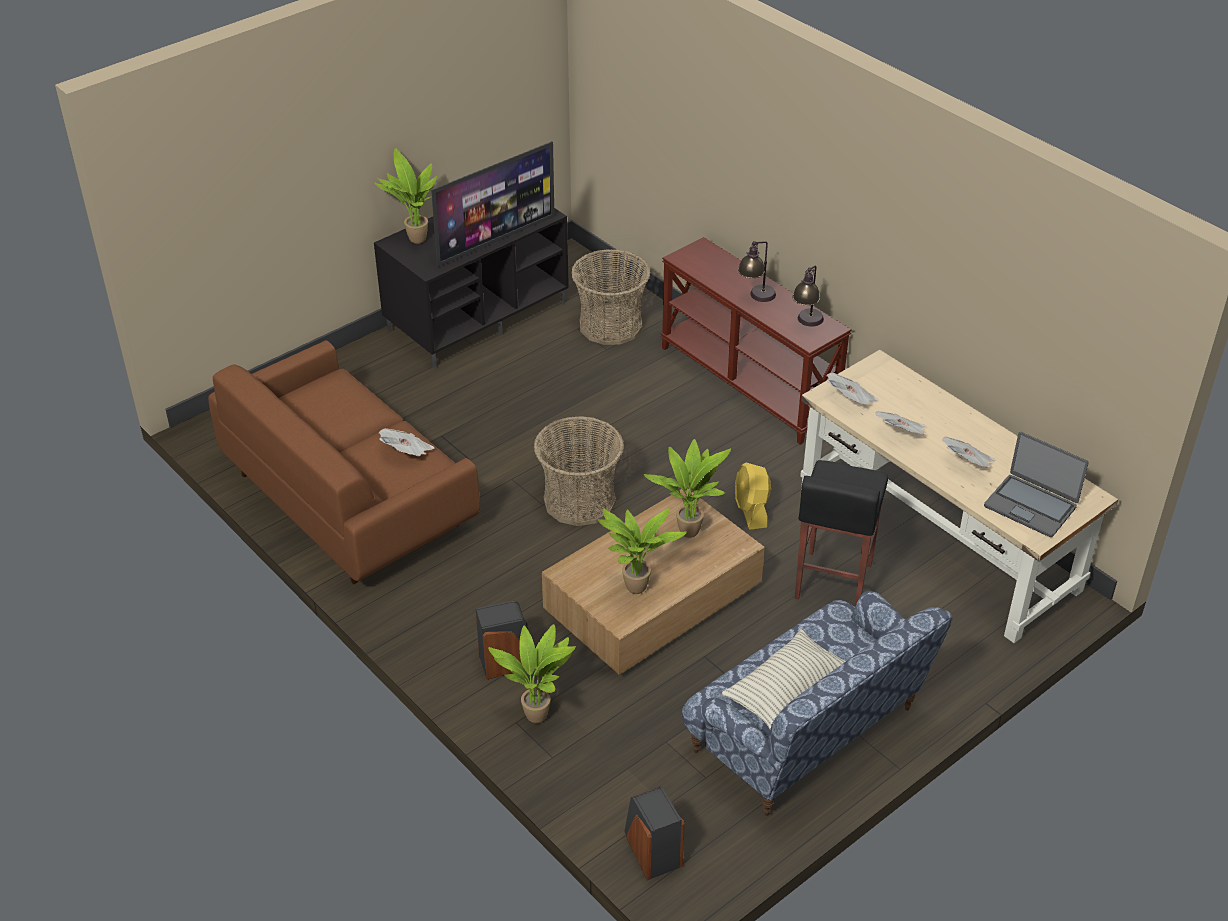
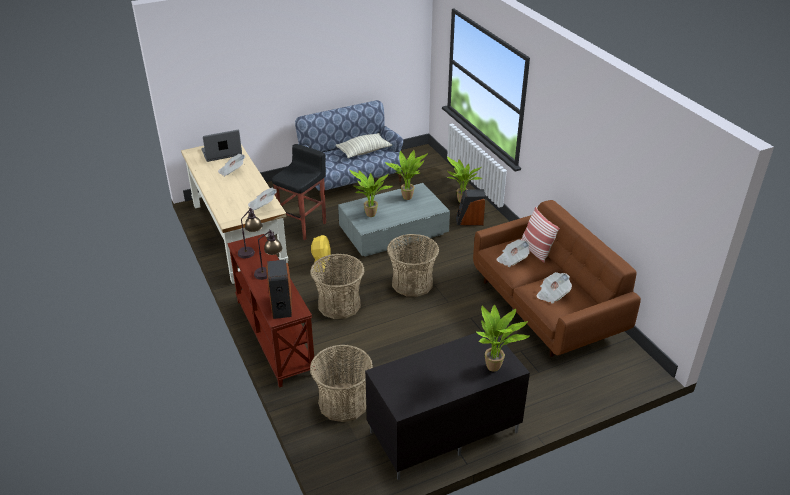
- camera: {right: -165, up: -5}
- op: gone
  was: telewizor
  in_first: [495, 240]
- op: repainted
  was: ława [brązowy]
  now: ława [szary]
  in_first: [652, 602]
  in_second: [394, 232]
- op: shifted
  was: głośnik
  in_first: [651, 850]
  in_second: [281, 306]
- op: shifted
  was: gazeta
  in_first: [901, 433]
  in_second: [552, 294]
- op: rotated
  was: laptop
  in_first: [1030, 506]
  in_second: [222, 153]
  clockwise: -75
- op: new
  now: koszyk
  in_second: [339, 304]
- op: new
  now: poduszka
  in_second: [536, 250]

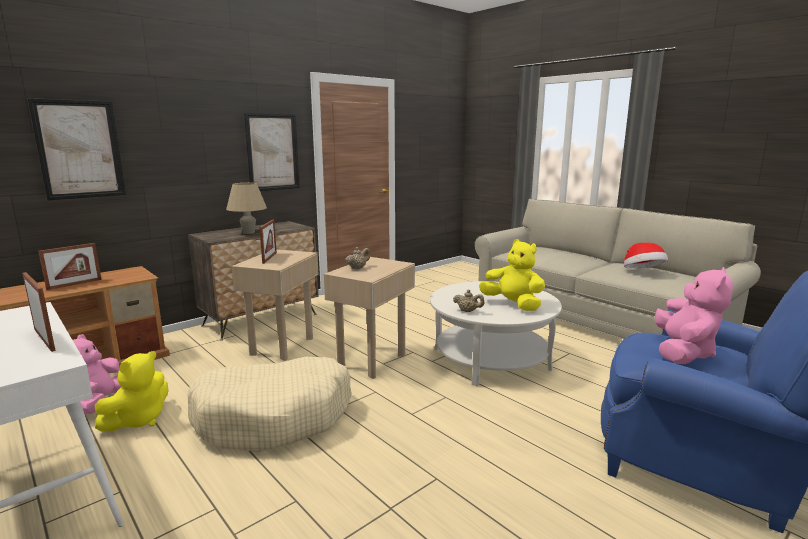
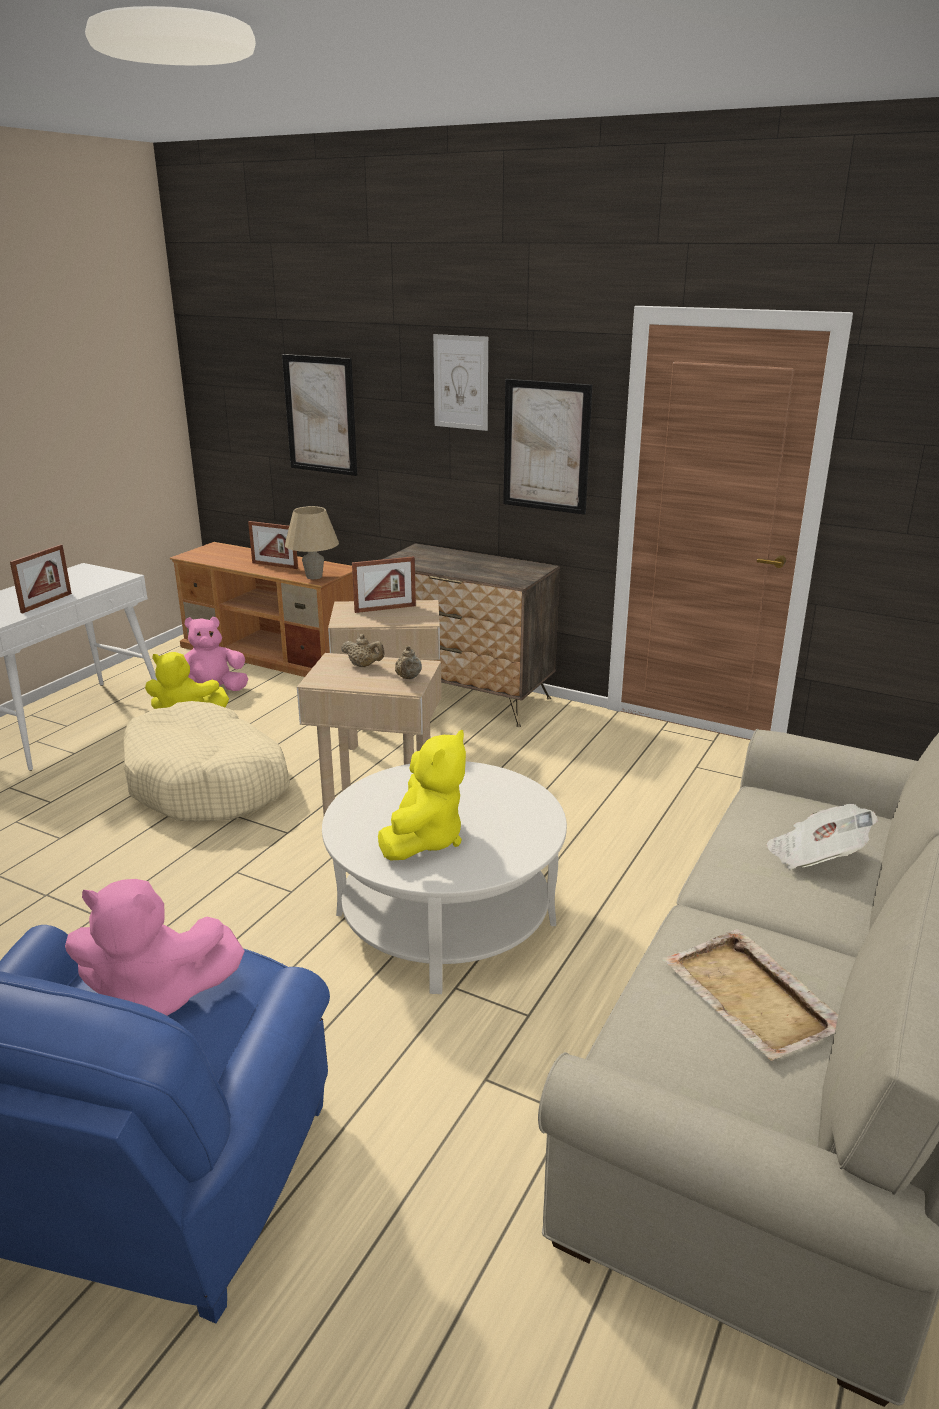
- camera: {right: 70, up: 10}
- op: shifted
  was: lampa stołowa [beżowy]
  in_first: [249, 232]
  in_second: [314, 576]
- op: shifted
  was: imbryk [beżowy]
  in_first: [468, 311]
  in_second: [408, 678]
- op: swapped
  was: kapelusz
  now: taca [beżowy]
  in_first: [642, 272]
  in_second: [752, 998]
- op: new
  now: obraz
  in_second: [461, 382]
- op: new
  now: gazeta
  in_second: [815, 857]

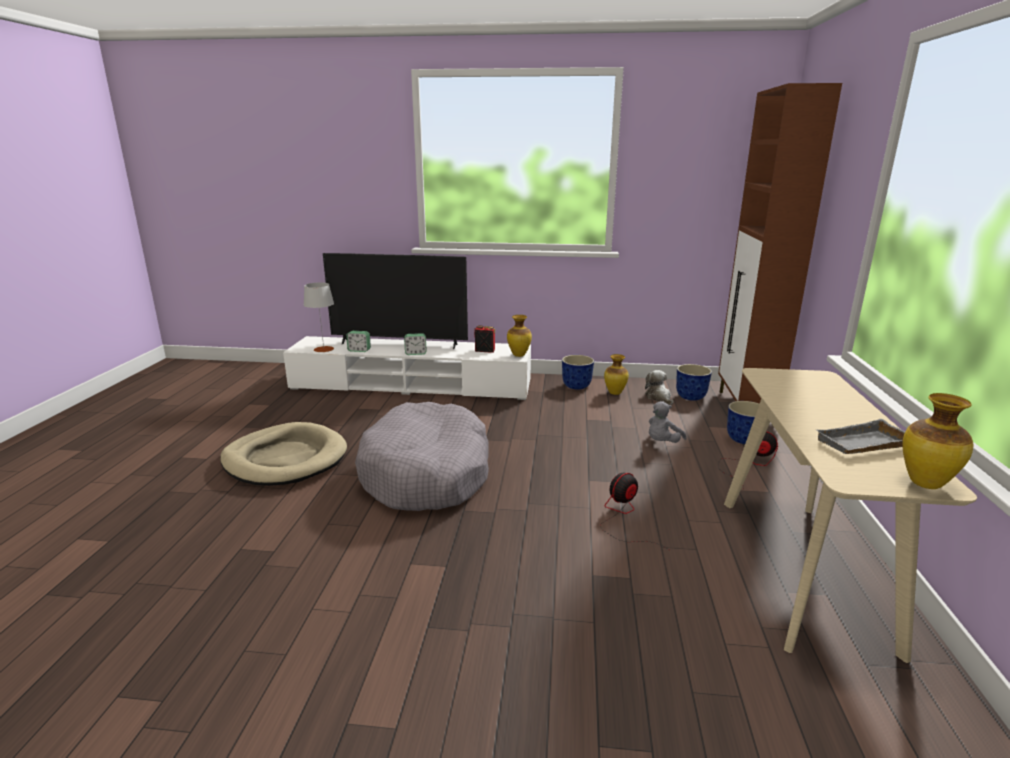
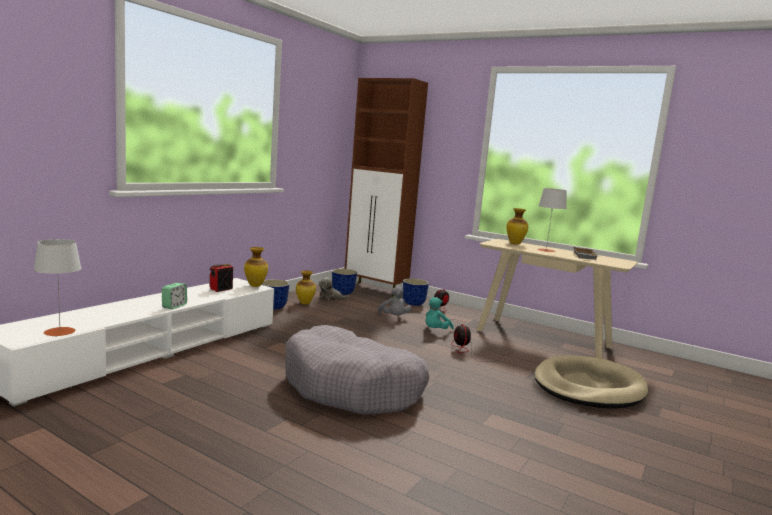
- camera: {right: -65, up: -10}
- op: shifted
  was: legowisko [beżowy]
  in_first: [285, 459]
  in_second: [588, 387]
- op: gone
  was: telewizor
  in_first: [399, 344]
- op: gone
  was: budzik
  in_first: [359, 350]
- op: shifted
  was: wazon
  in_first: [926, 484]
  in_second: [515, 243]
- op: new
  now: pluszak [turkusowy]
  in_second: [435, 331]
- op: new
  now: lampa stołowa [szary]
  in_second: [546, 250]

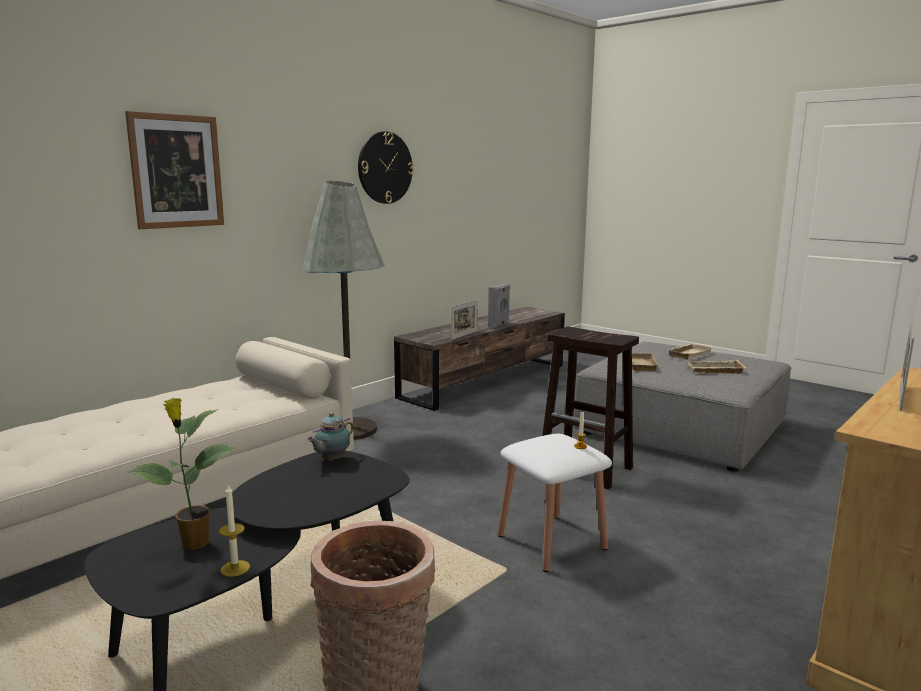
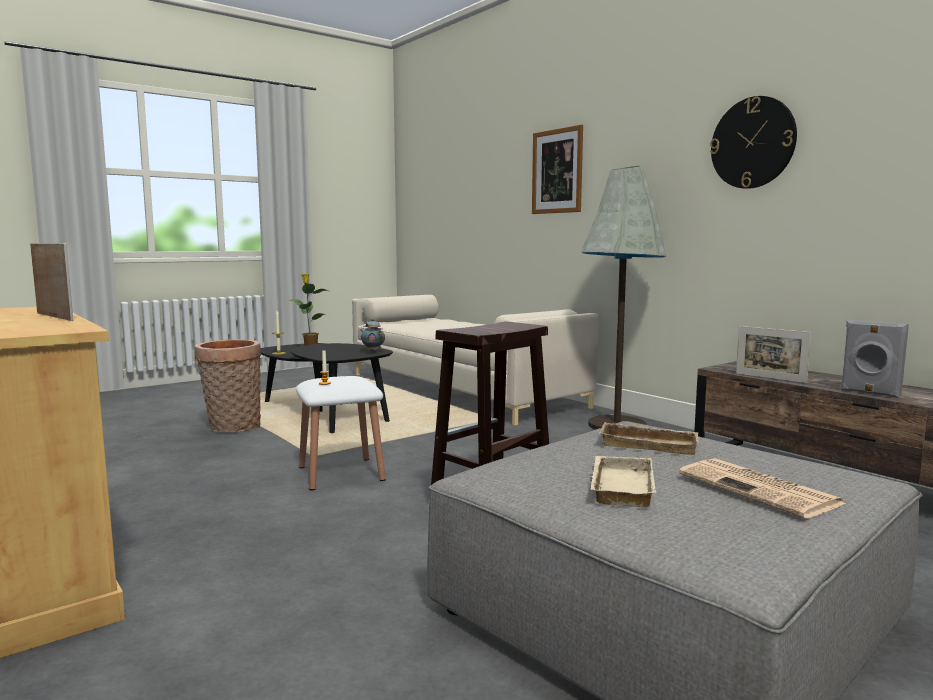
- camera: {right: 100, up: -5}
- op: swapped
  was: taca [beżowy]
  now: gazeta
  in_first: [688, 354]
  in_second: [760, 489]

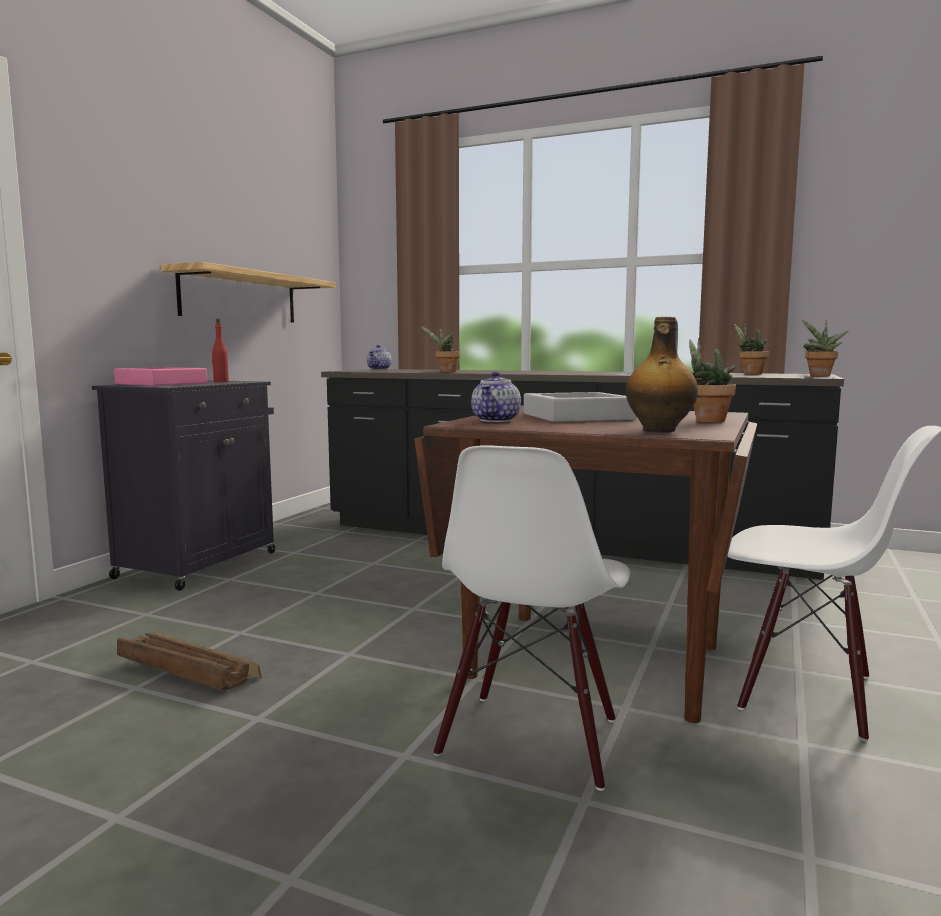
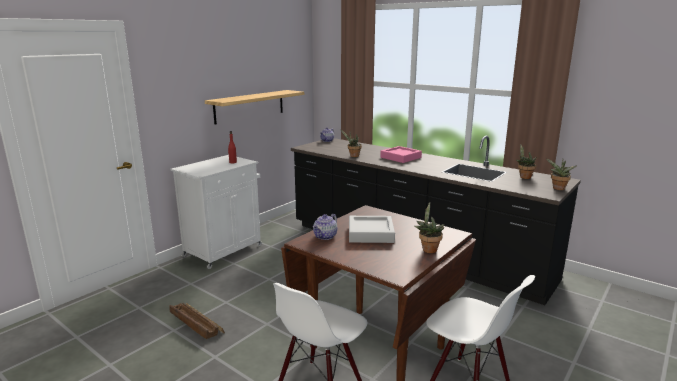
- camera: {right: 15, up: 10}
- op: repainted
  was: szafka [czarny]
  now: szafka [biały]
  in_first: [200, 564]
  in_second: [224, 250]
- op: shifted
  was: taca [różowy]
  in_first: [161, 383]
  in_second: [400, 157]
- op: gone
  was: butelka
  in_first: [659, 431]

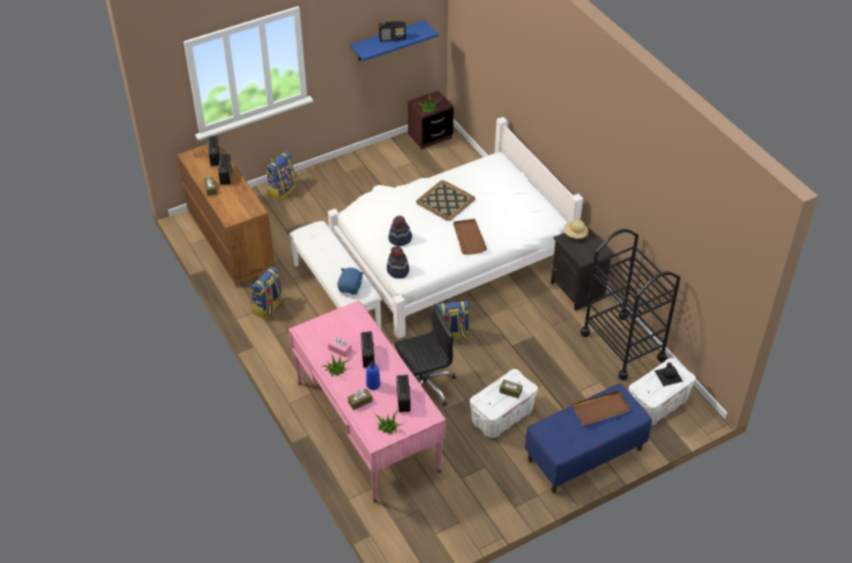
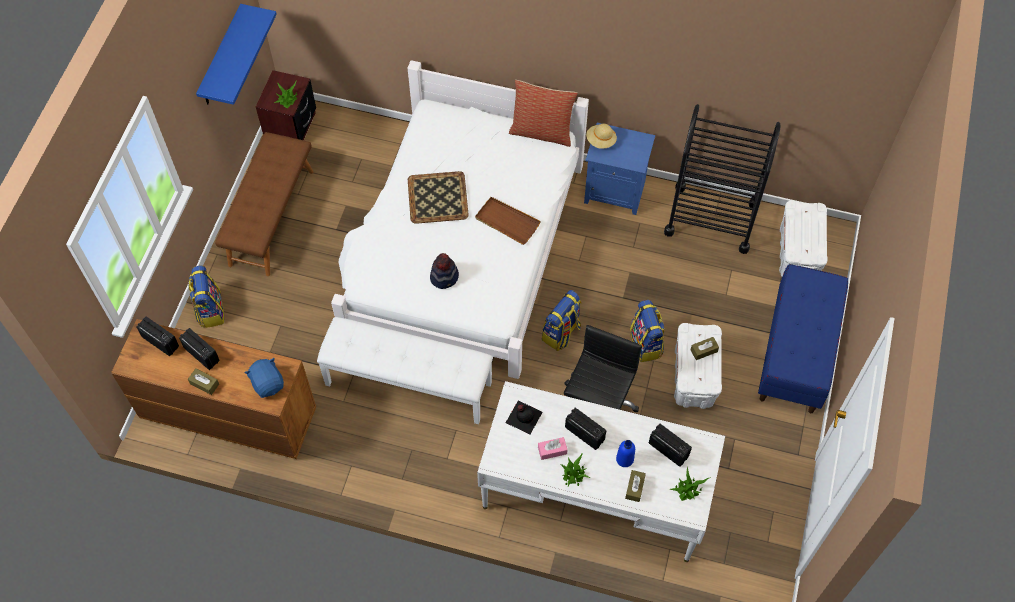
- camera: {right: -45, up: 15}
- op: shifted
  was: plecak
  in_first: [269, 308]
  in_second: [646, 344]
- op: repainted
  was: biurko [różowy]
  now: biurko [biały]
  in_first: [367, 426]
  in_second: [595, 493]
- op: shifted
  was: pluszak [niebieski]
  in_first: [350, 287]
  in_second: [268, 383]
- op: gone
  was: radio
  in_first: [392, 38]
- op: gone
  was: kapelusz
  in_first: [397, 270]
- op: repainted
  was: szafka nocna [czarny]
  now: szafka nocna [niebieski]
  in_first: [578, 290]
  in_second: [615, 191]
- op: gone
  was: taca [brązowy]
  in_first: [601, 409]
- op: shifted
  was: butelka [czarny]
  in_first: [668, 375]
  in_second: [523, 416]
- op: new
  now: ławka [brązowy]
  in_second: [271, 217]
- op: new
  now: poduszka
  in_second: [542, 131]

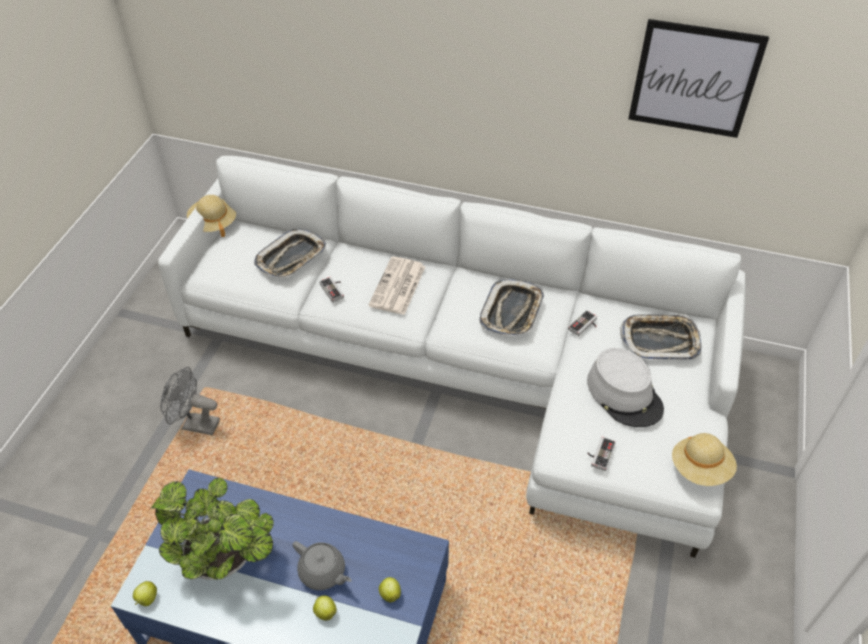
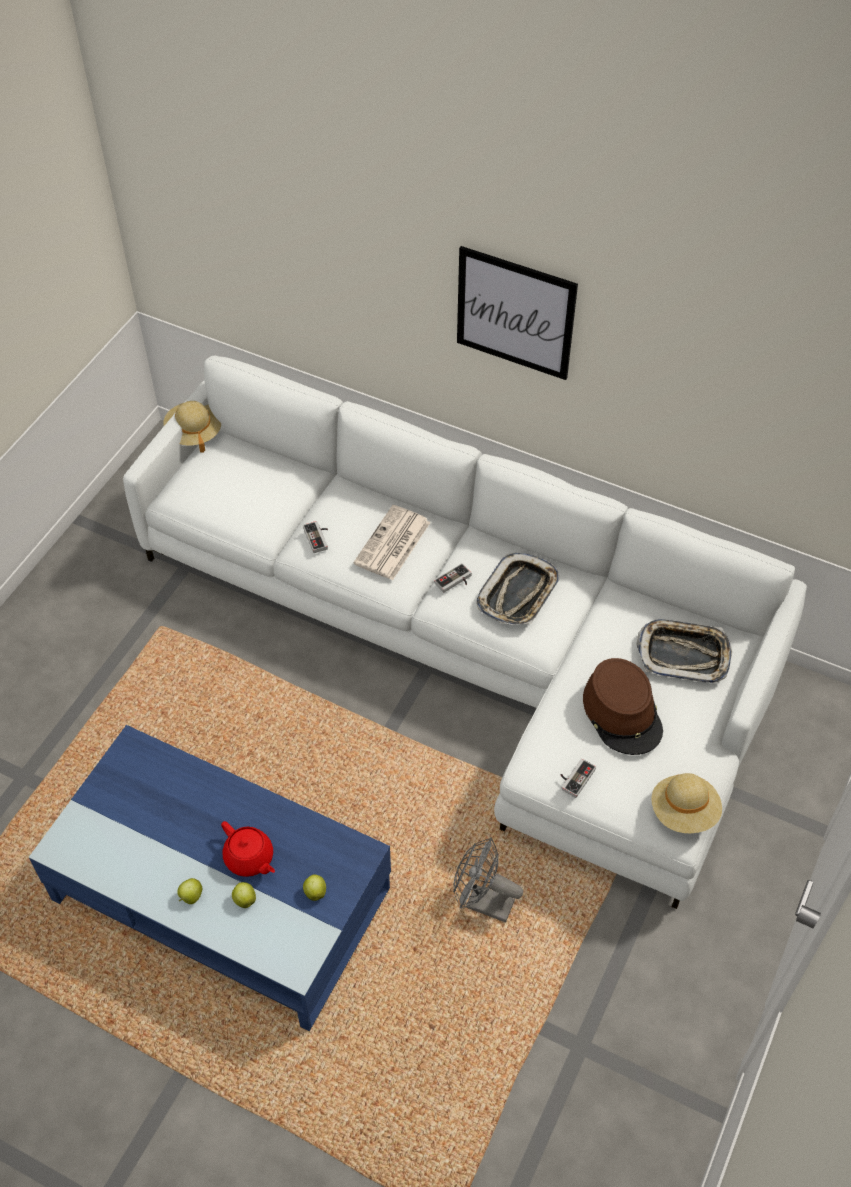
- camera: {right: 10, up: 5}
- op: shifted
  was: jabłko
  in_first: [147, 599]
  in_second: [191, 897]
- op: gone
  was: roślina doniczkowa
  in_first: [227, 560]
- op: shifted
  was: wentylator [szary]
  in_first: [195, 424]
  in_second: [482, 902]
- op: gone
  was: taca
  in_first: [291, 258]
- op: repainted
  was: imbryk [szary]
  now: imbryk [czerwony]
  in_first: [323, 573]
  in_second: [249, 858]
- op: shifted
  was: pad do gier
  in_first: [584, 326]
  in_second: [455, 582]
- op: repainted
  was: kapelusz [szary]
  now: kapelusz [brązowy]
  in_first: [624, 394]
  in_second: [622, 713]
- op: shifted
  was: obraz
  in_first: [694, 79]
  in_second: [515, 313]

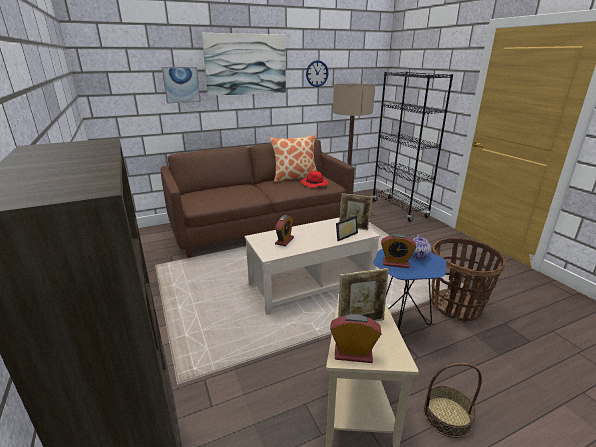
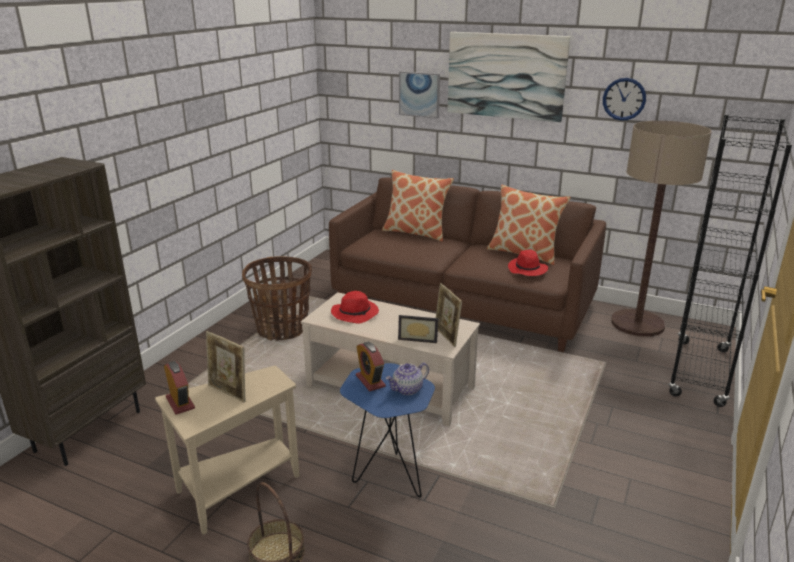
- camera: {right: 50, up: 0}
- op: swapped
  was: budzik
  now: kapelusz [czerwony]
  in_first: [284, 241]
  in_second: [355, 313]
- op: shifted
  was: koszyk
  in_first: [456, 306]
  in_second: [282, 329]
- op: new
  now: poduszka
  in_second: [416, 232]

